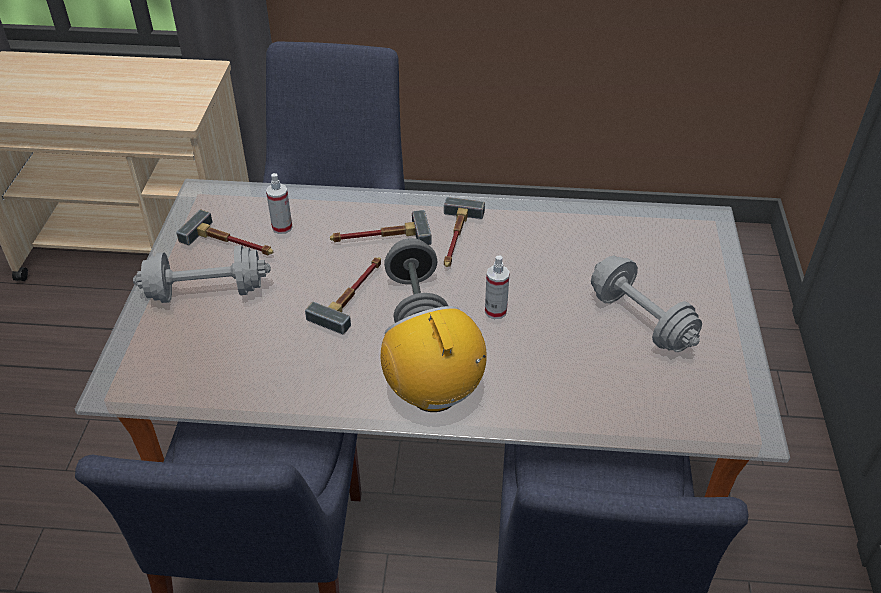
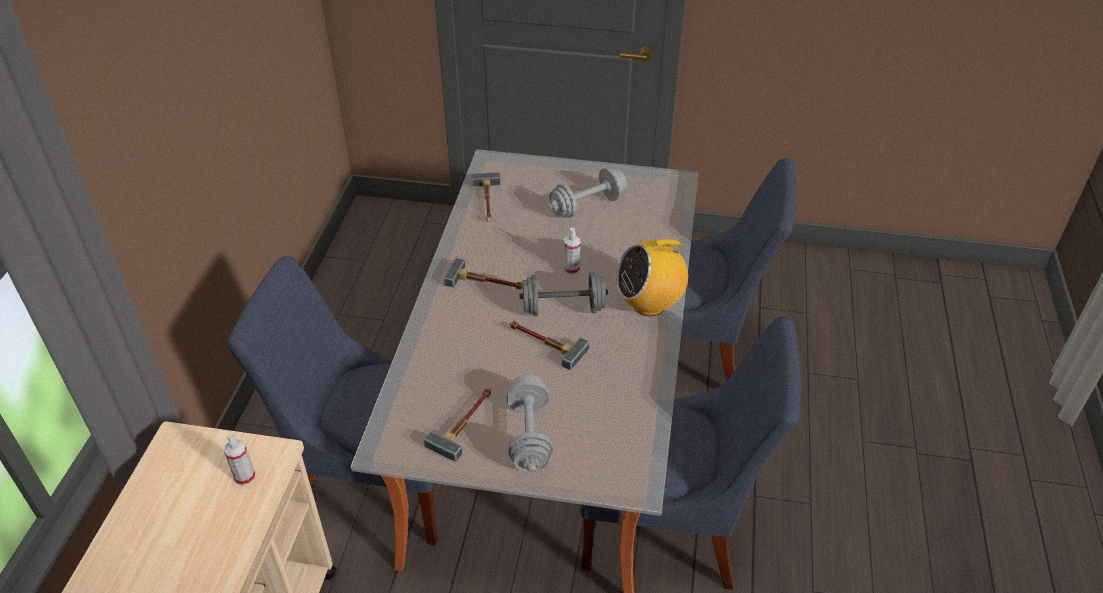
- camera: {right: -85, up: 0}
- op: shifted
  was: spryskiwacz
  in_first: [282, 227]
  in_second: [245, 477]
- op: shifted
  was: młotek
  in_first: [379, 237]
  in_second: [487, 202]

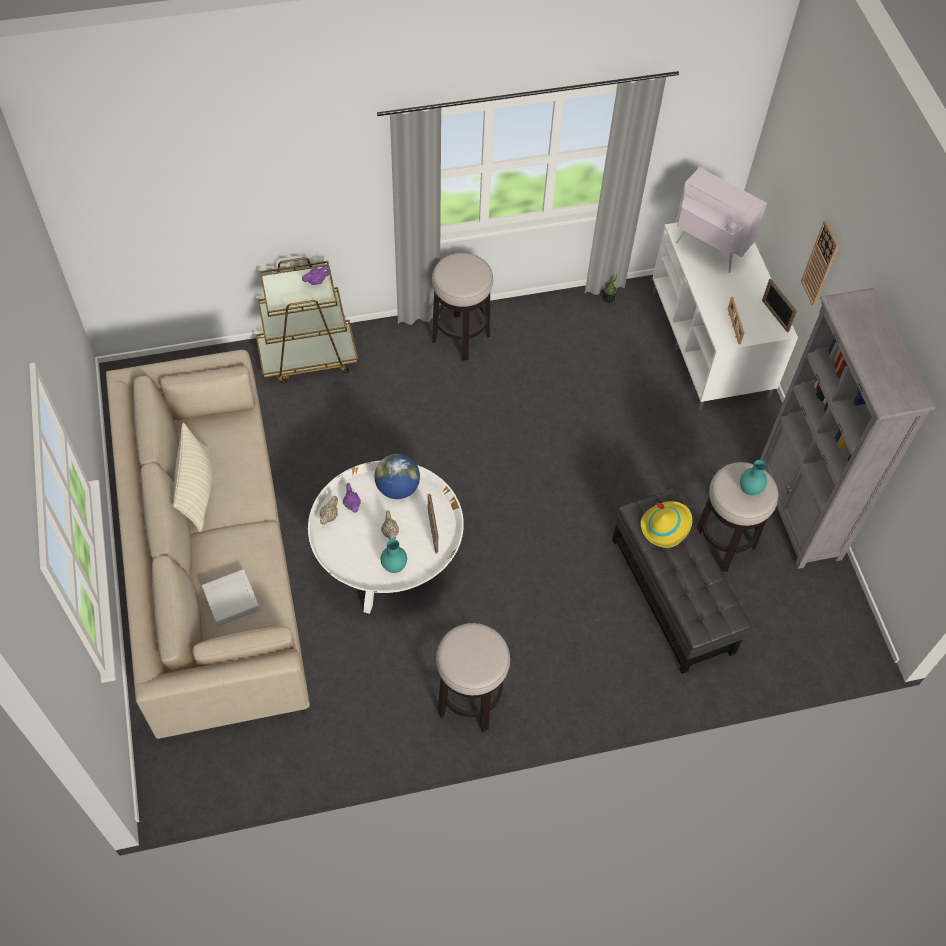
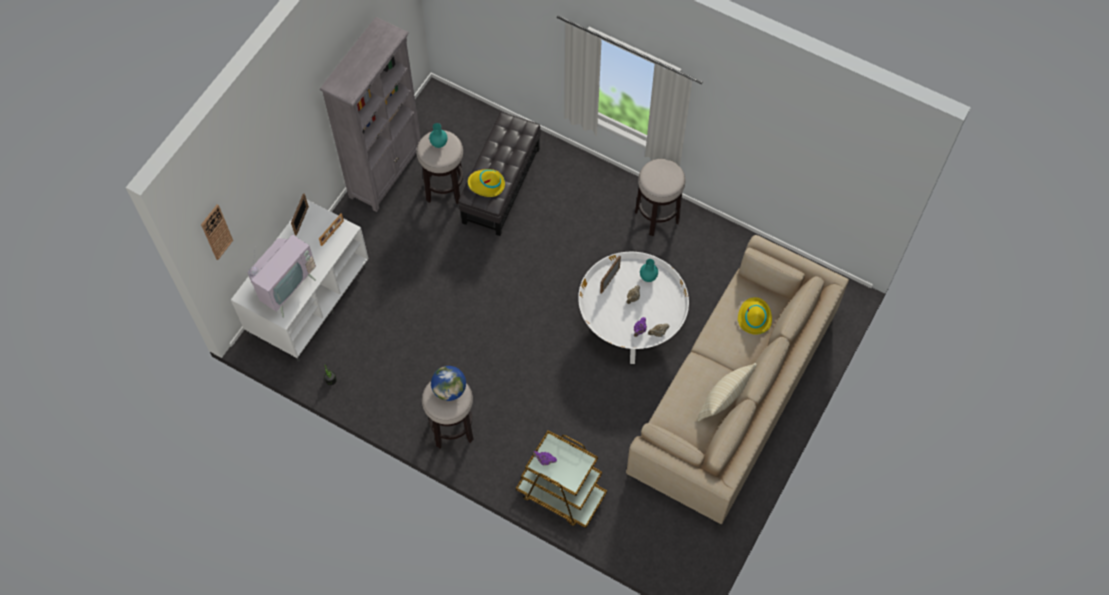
- camera: {right: -135, up: 5}
- op: swapped
  was: taca [szary]
  now: kapelusz [żółty]
  in_first: [231, 600]
  in_second: [754, 317]
- op: shifted
  was: globus
  in_first: [397, 488]
  in_second: [449, 390]
- op: rotated
  was: telewizor
  in_first: [706, 252]
  in_second: [287, 290]
  clockwise: -135
- op: shifted
  was: zegar ścienny
  in_first: [820, 263]
  in_second: [216, 232]

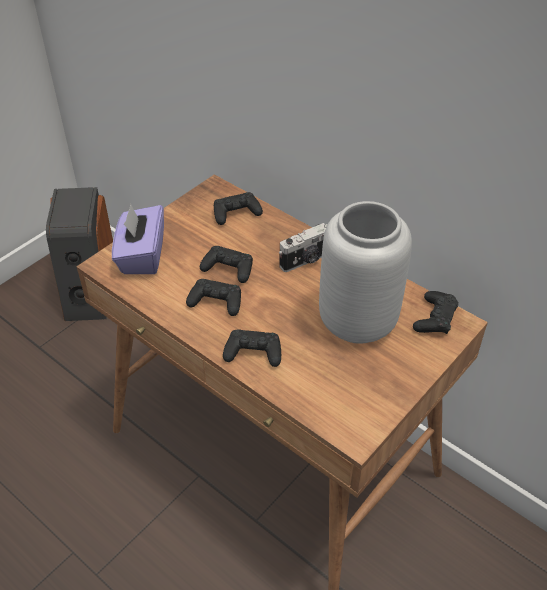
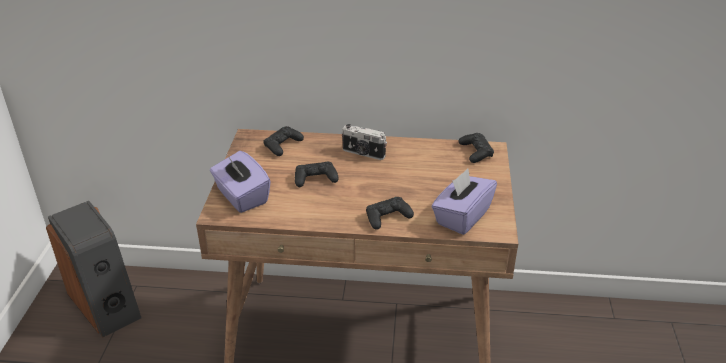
- camera: {right: -35, up: -10}
- op: gone
  was: pad do gier [czarny]
  in_first: [216, 301]
- op: rotated
  was: aparat fotograficzny
  in_first: [306, 260]
  in_second: [363, 153]
  clockwise: 90
- op: gone
  was: wazon [szary]
  in_first: [356, 322]
- op: new
  now: pudełko chusteczek [fioletowy]
  in_second: [462, 217]

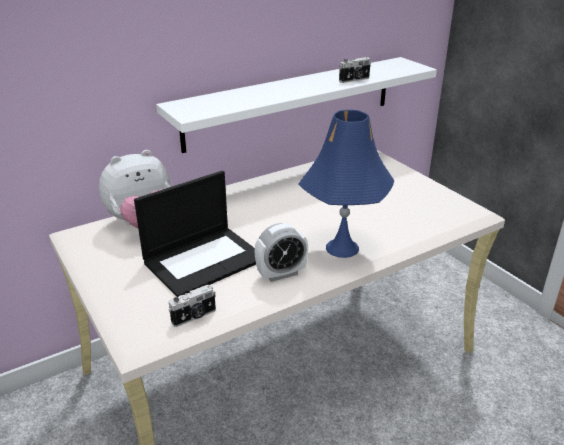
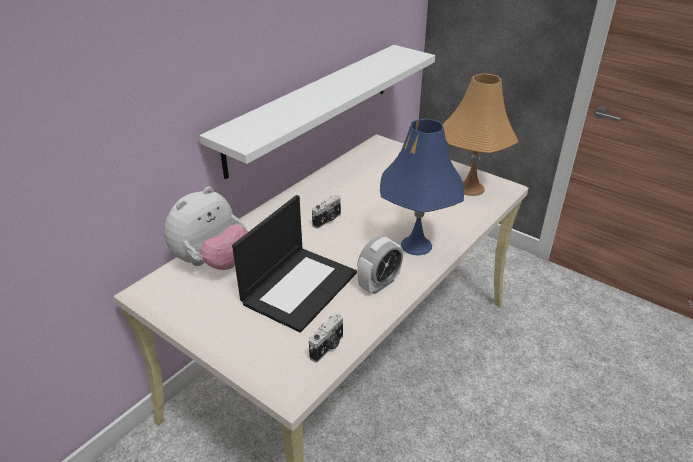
- camera: {right: -20, up: 5}
- op: shifted
  was: aparat fotograficzny
  in_first: [354, 80]
  in_second: [327, 220]
- op: new
  now: lampa stołowa [pomarańczowy]
  in_second: [470, 188]

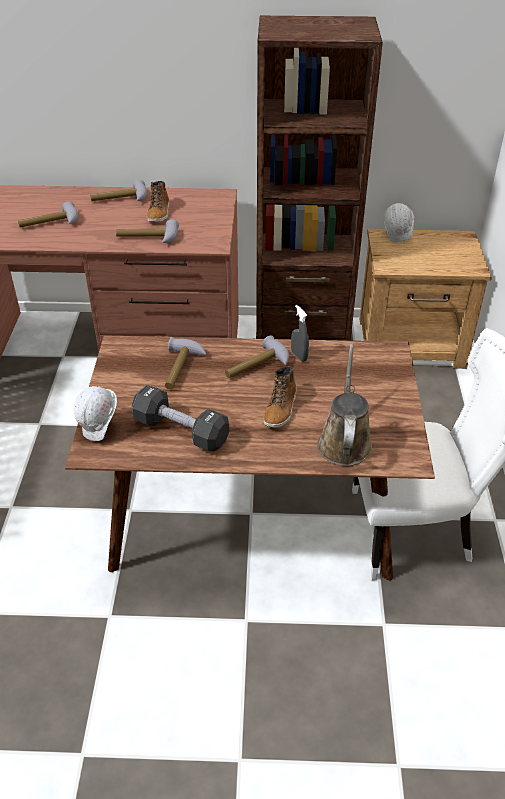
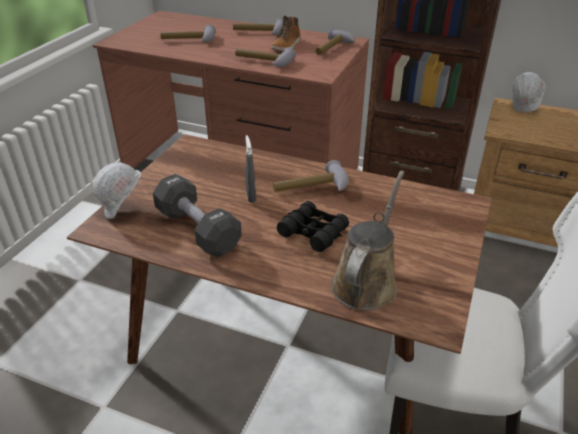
- camera: {right: 20, up: -5}
- op: shifted
  was: młotek
  in_first: [181, 369]
  in_second: [333, 48]
- op: swapped
  was: but z cholewką
  now: lornetka [czarny]
  in_first: [281, 409]
  in_second: [313, 232]
- op: shifted
  was: spryskiwacz [szary]
  in_first: [299, 356]
  in_second: [251, 196]

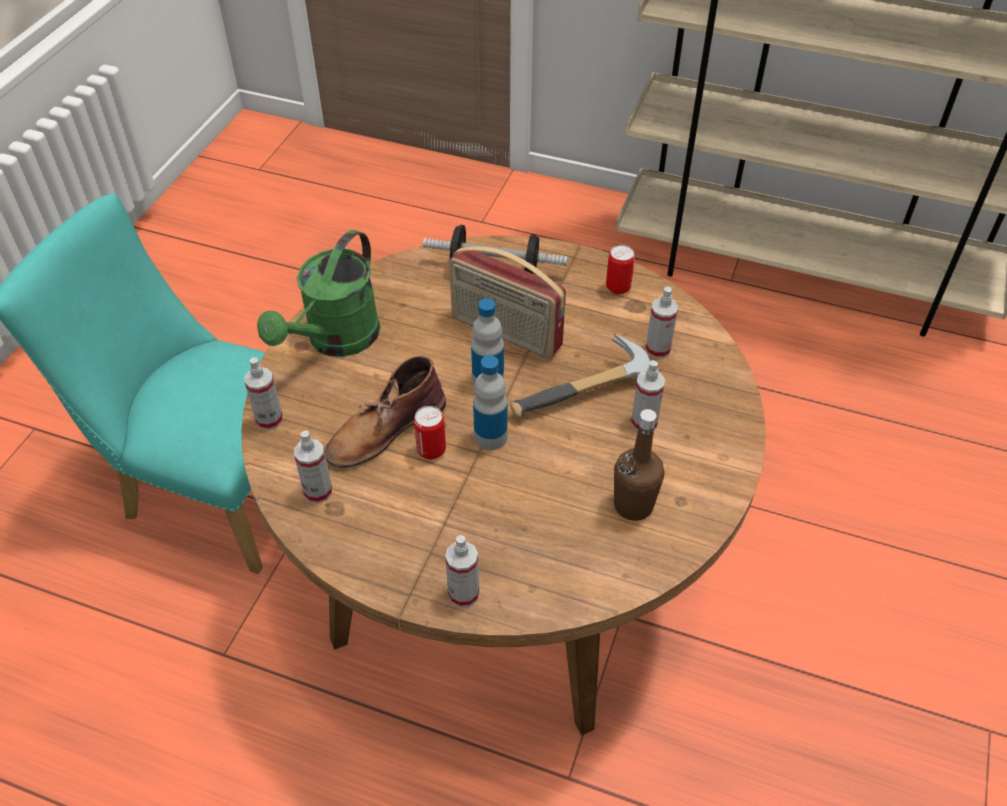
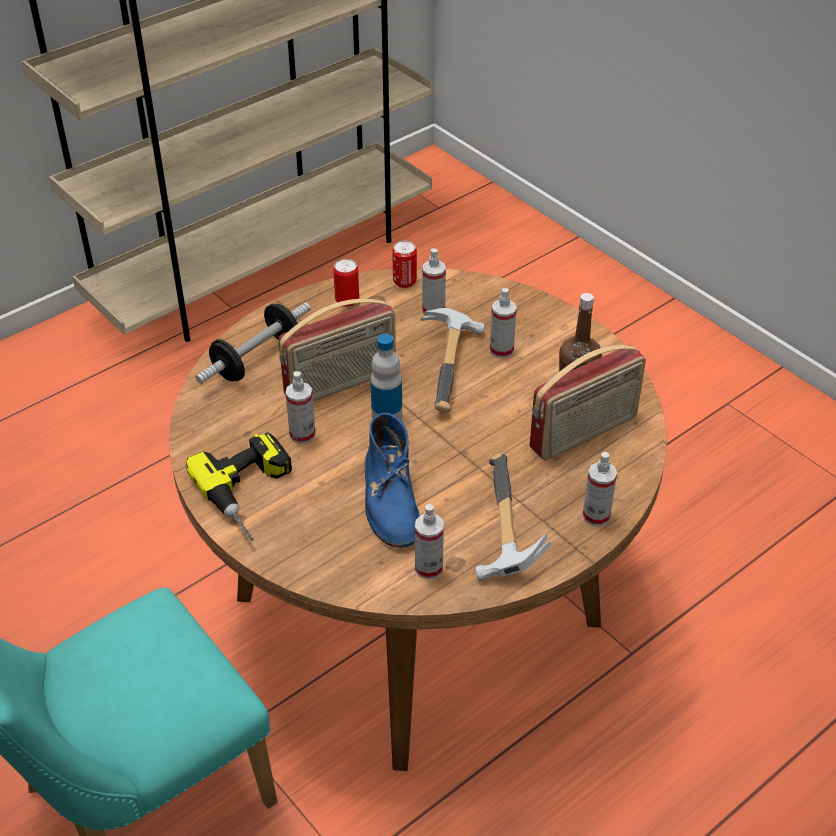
- camera: {right: -60, up: -5}
- op: shifted
  was: spryskiwacz
  in_first: [269, 419]
  in_second: [302, 434]
- op: swapped
  was: konewka [zielony]
  now: wiertarka
  in_first: [336, 341]
  in_second: [253, 494]
- op: repainted
  was: but z cholewką [brązowy]
  now: but z cholewką [niebieski]
  in_first: [384, 429]
  in_second: [391, 500]
- op: shifted
  was: puszka
  in_first: [431, 450]
  in_second: [404, 282]
- op: gone
  was: butelka
  in_first: [490, 437]
- op: new
  now: młotek
  in_second: [499, 528]
- op: new
  now: radio
  in_second: [584, 434]

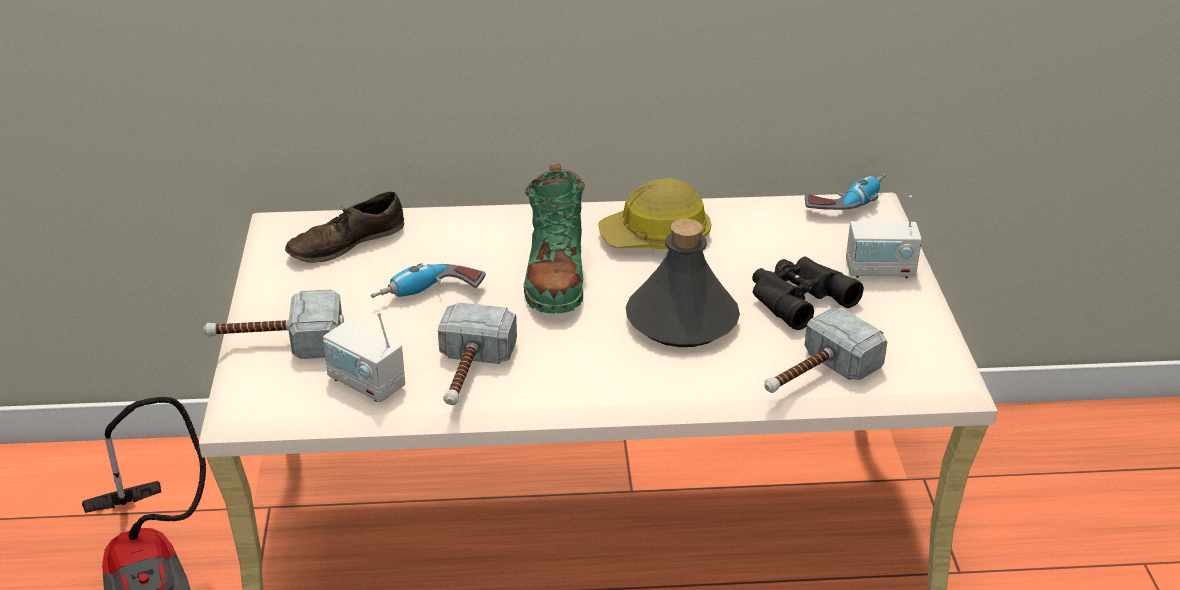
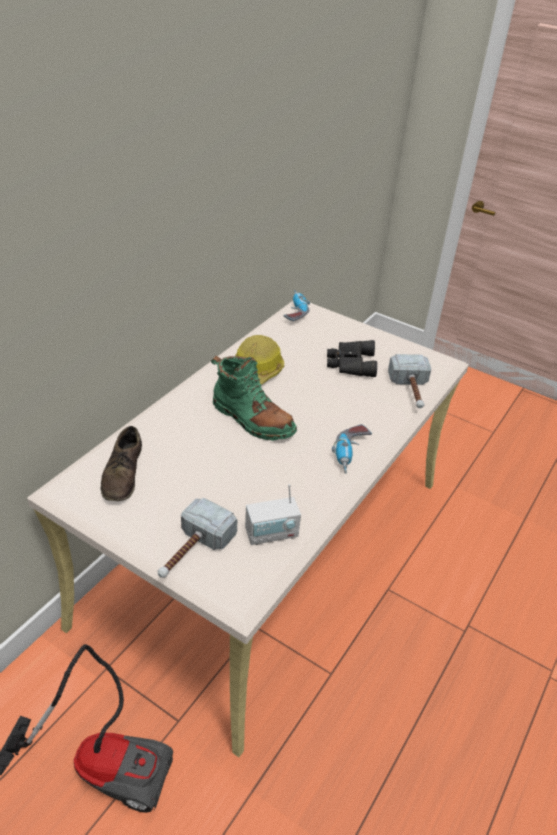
- camera: {right: -55, up: 5}
- op: shifted
  was: wiertarka
  in_first: [429, 296]
  in_second: [351, 454]
- op: gone
  was: młotek
  in_first: [468, 375]
- op: gone
  was: butelka [szary]
  in_first: [681, 321]
- op: gone
  was: radio
  in_first: [880, 270]

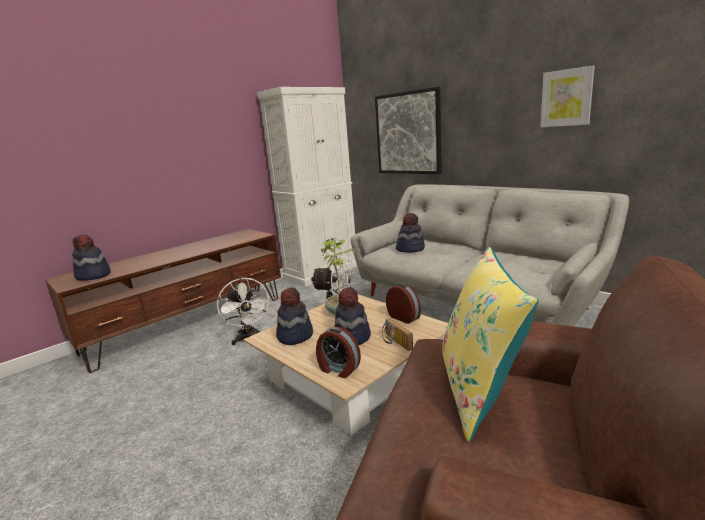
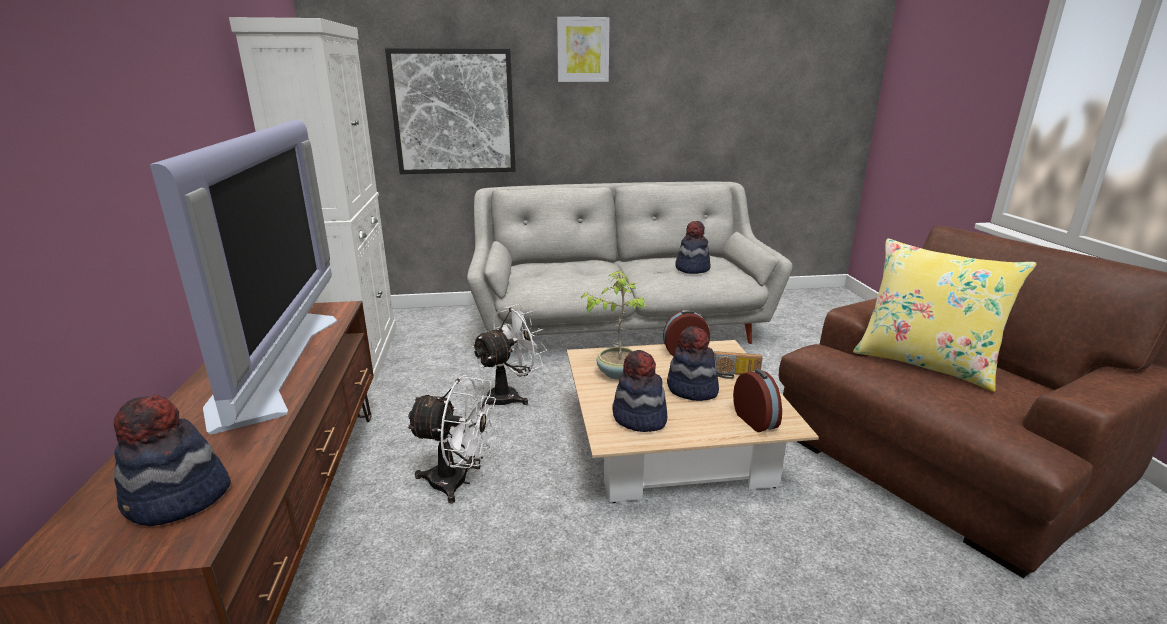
- camera: {right: -55, up: 5}
- op: rotated
  was: budzik
  in_first: [338, 369]
  in_second: [756, 420]
  clockwise: -90
- op: shifted
  was: kapelusz
  in_first: [410, 249]
  in_second: [692, 268]
- op: shifted
  was: obraz
  in_first: [566, 98]
  in_second: [583, 50]
- op: new
  now: telewizor
  in_second: [276, 362]

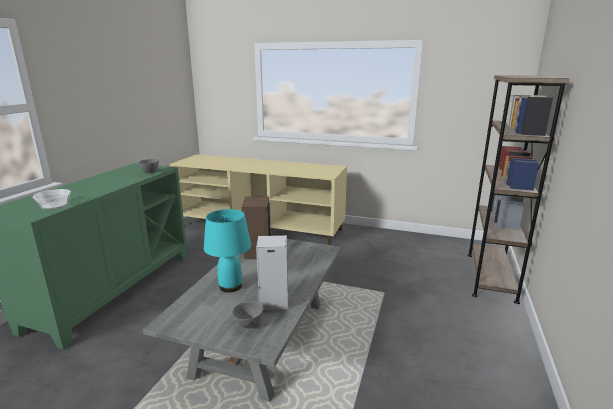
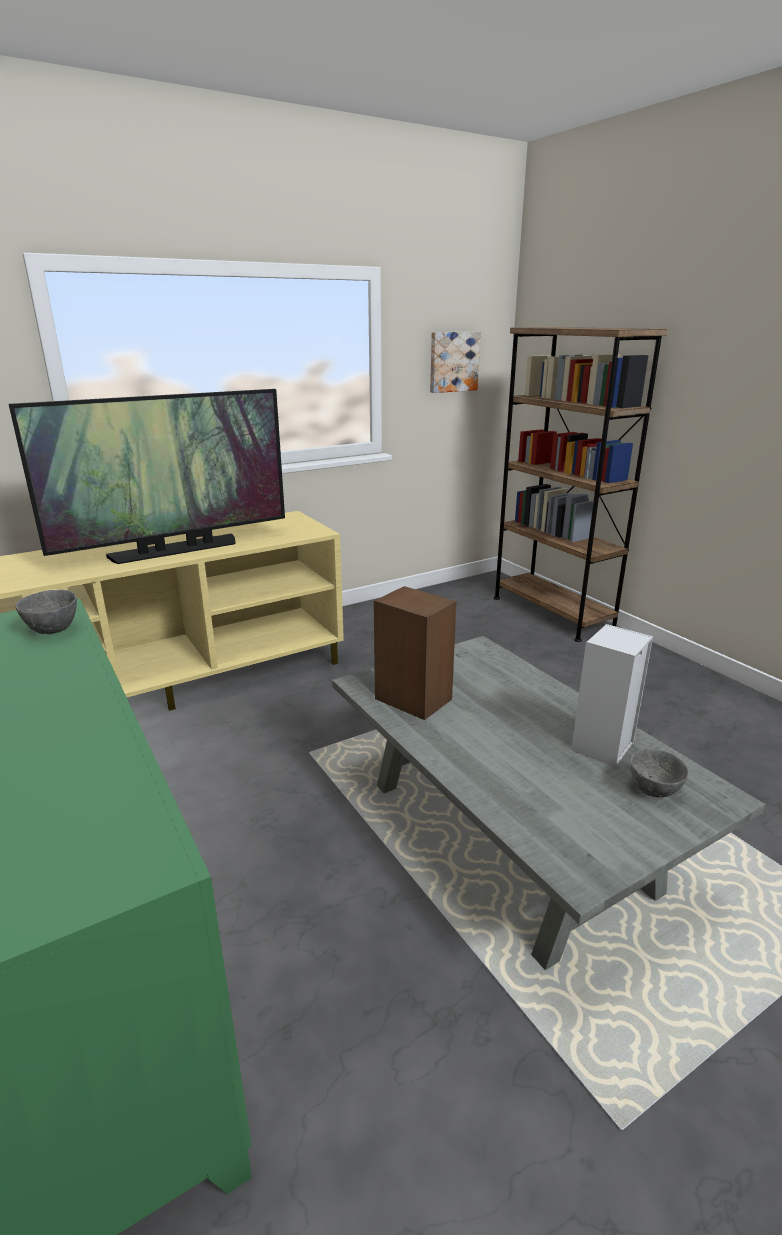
- camera: {right: -50, up: 5}
- op: gone
  was: miska
  in_first: [55, 205]
- op: gone
  was: lampa stołowa [turkusowy]
  in_first: [230, 286]
- op: new
  now: telewizor
  in_second: [175, 550]
- op: new
  now: obraz
  in_second: [453, 361]

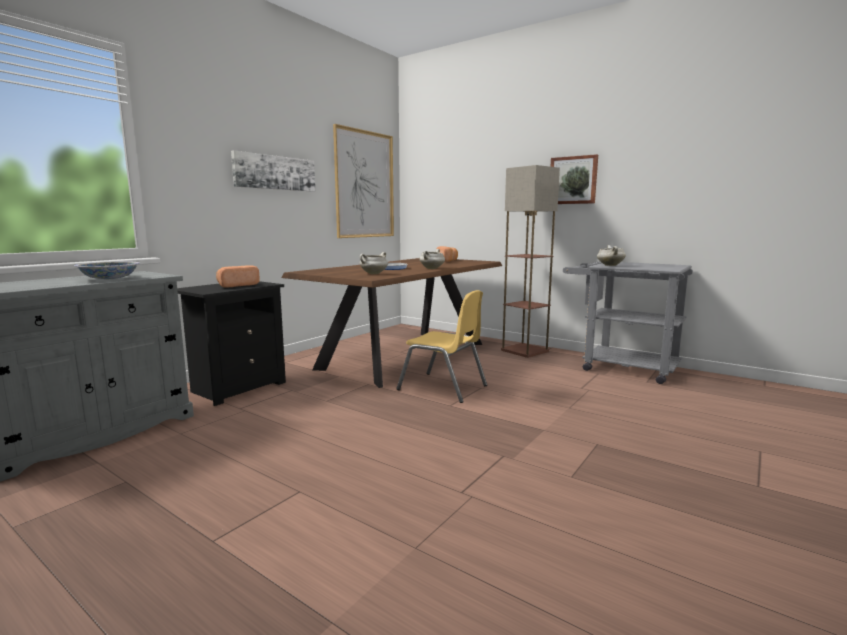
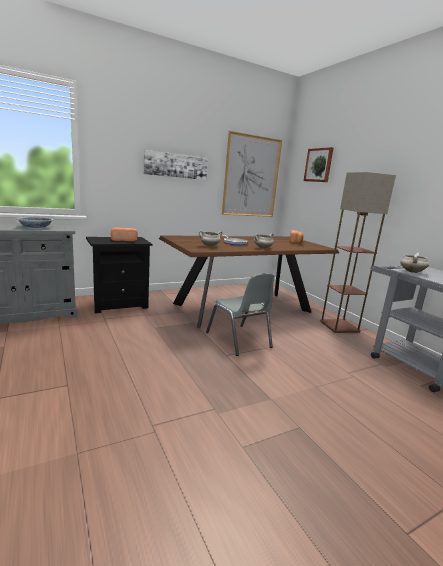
- camera: {right: 25, up: 5}
- op: repainted
  was: krzesło [żółty]
  now: krzesło [szary]
  in_first: [443, 388]
  in_second: [238, 340]
- op: shifted
  was: obraz
  in_first: [573, 180]
  in_second: [318, 165]

